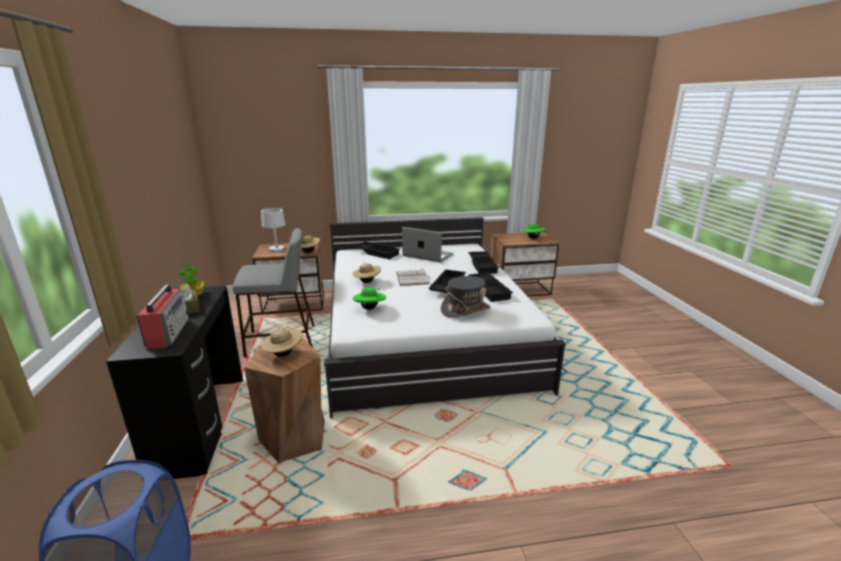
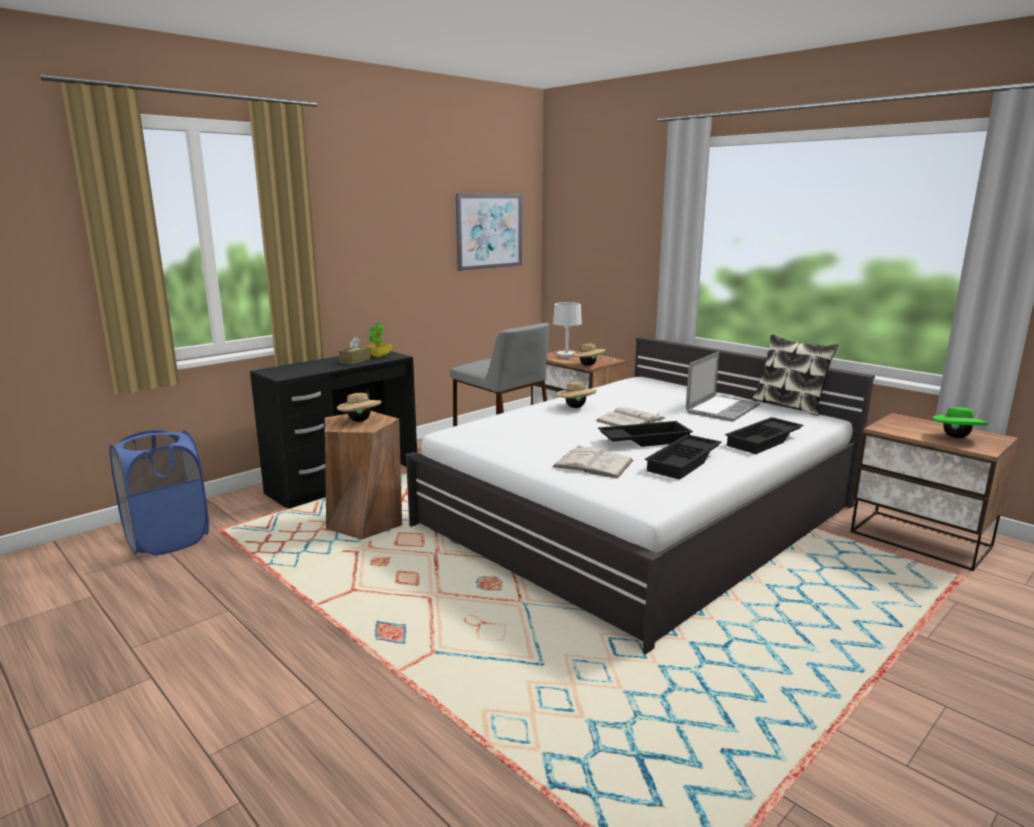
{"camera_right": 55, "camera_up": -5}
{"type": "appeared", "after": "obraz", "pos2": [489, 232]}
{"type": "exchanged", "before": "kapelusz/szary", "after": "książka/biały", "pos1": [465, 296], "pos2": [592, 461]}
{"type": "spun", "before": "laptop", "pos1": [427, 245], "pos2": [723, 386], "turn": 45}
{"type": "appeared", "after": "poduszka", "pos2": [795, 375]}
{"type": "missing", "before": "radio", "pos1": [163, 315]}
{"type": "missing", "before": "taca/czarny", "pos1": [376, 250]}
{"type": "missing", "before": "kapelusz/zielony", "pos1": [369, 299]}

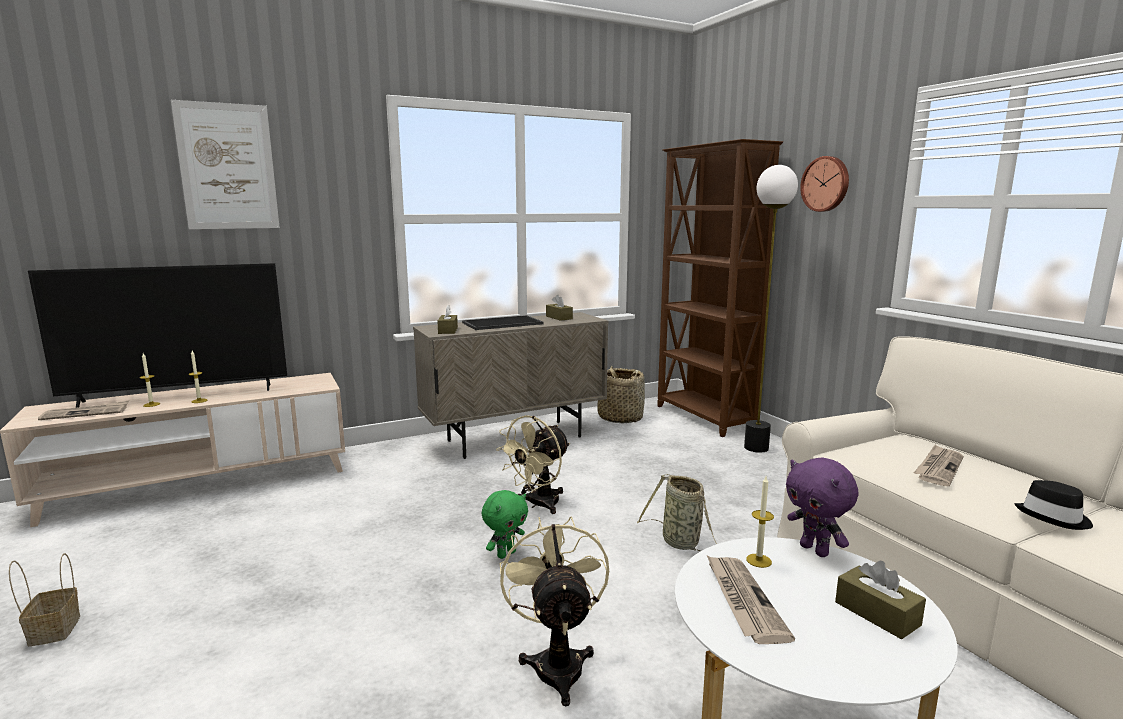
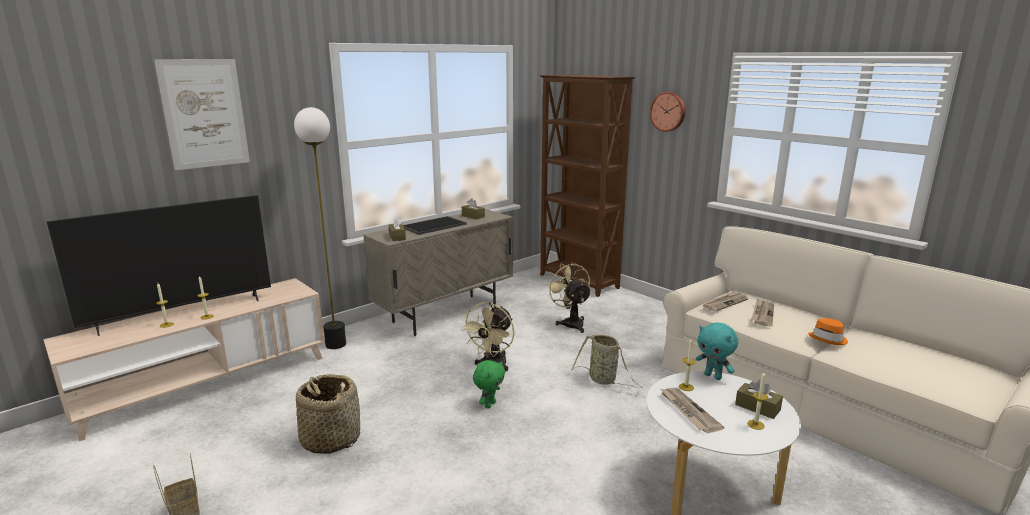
{"camera_right": -15, "camera_up": 5}
{"type": "relocated", "before": "lampa stojąca", "pos1": [771, 309], "pos2": [320, 228]}
{"type": "relocated", "before": "koszyk", "pos1": [621, 395], "pos2": [328, 414]}
{"type": "relocated", "before": "wentylator/beżowy", "pos1": [554, 611], "pos2": [568, 297]}
{"type": "colour", "before": "pluszak/fioletowy", "after": "pluszak/turkusowy", "pos1": [822, 507], "pos2": [717, 351]}
{"type": "relocated", "before": "gazeta", "pos1": [83, 410], "pos2": [725, 300]}
{"type": "appeared", "after": "świeca", "pos2": [757, 401]}
{"type": "colour", "before": "kapelusz/czarny", "after": "kapelusz/pomarańczowy", "pos1": [1053, 505], "pos2": [828, 331]}

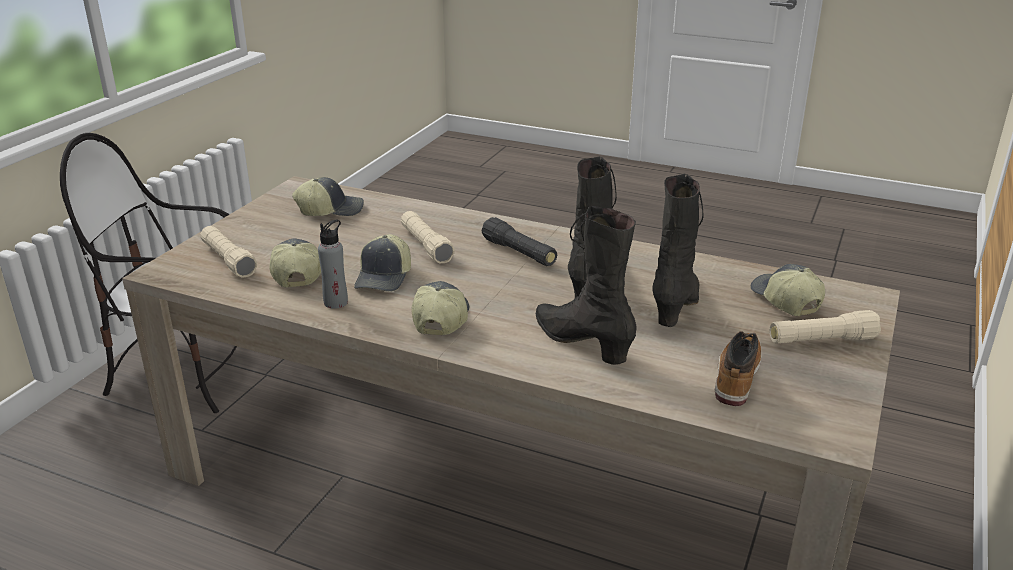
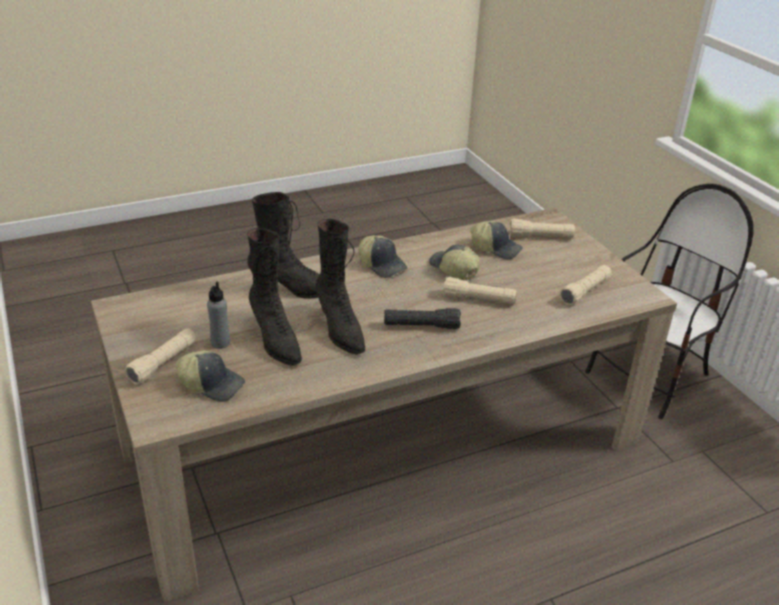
{"camera_right": 130, "camera_up": 5}
{"type": "relocated", "before": "butelka/szary", "pos1": [333, 264], "pos2": [218, 315]}
{"type": "exchanged", "before": "czapka z daszkiem", "after": "latarka/beżowy", "pos1": [328, 196], "pos2": [585, 285]}
{"type": "missing", "before": "but z cholewką", "pos1": [738, 368]}

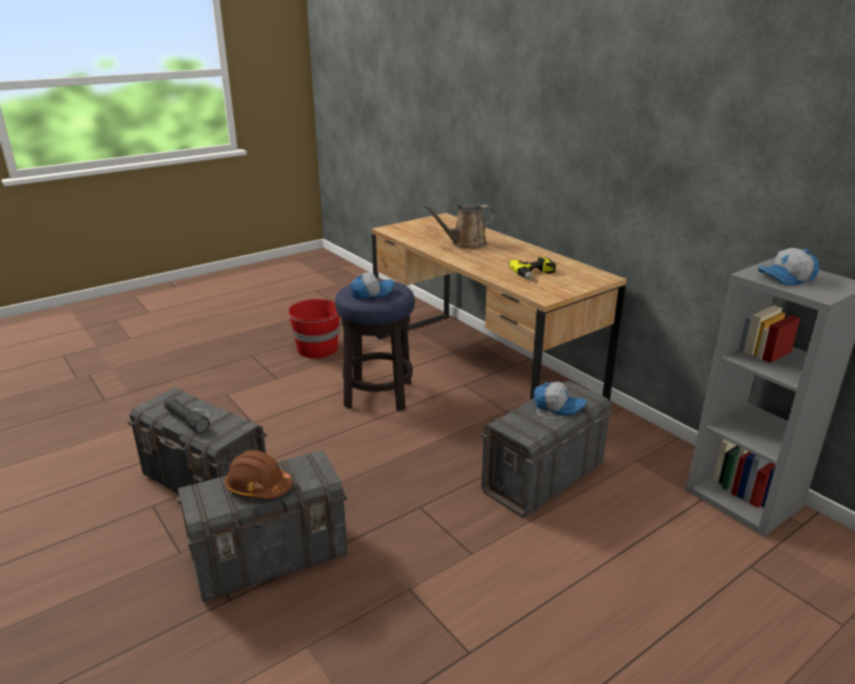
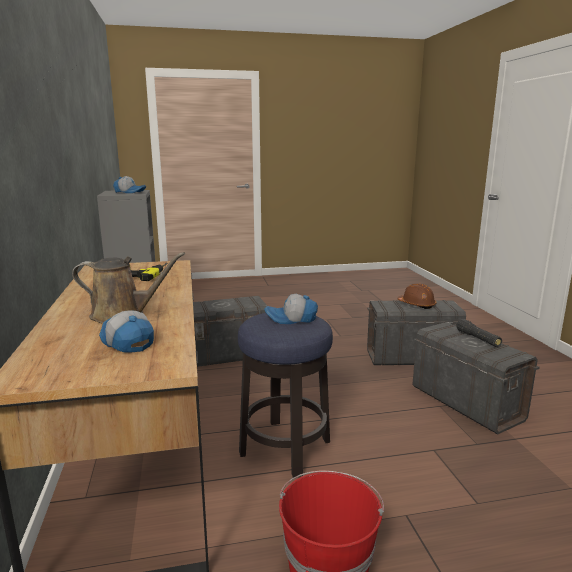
{"camera_right": -155, "camera_up": -10}
{"type": "relocated", "before": "czapka z daszkiem", "pos1": [560, 399], "pos2": [126, 331]}

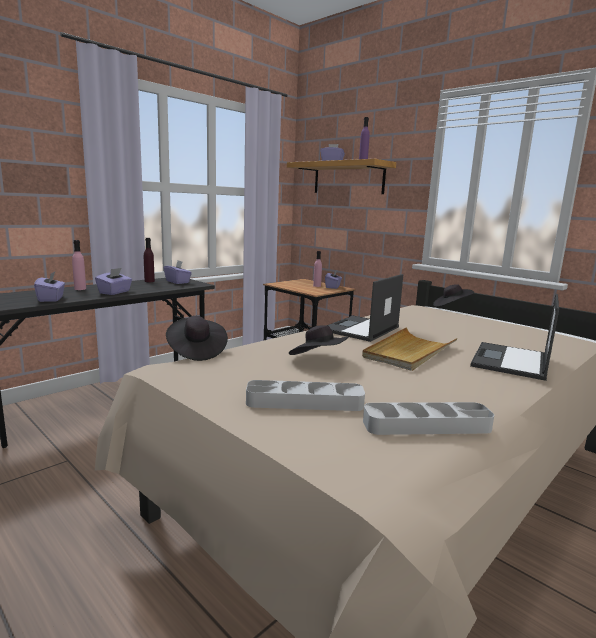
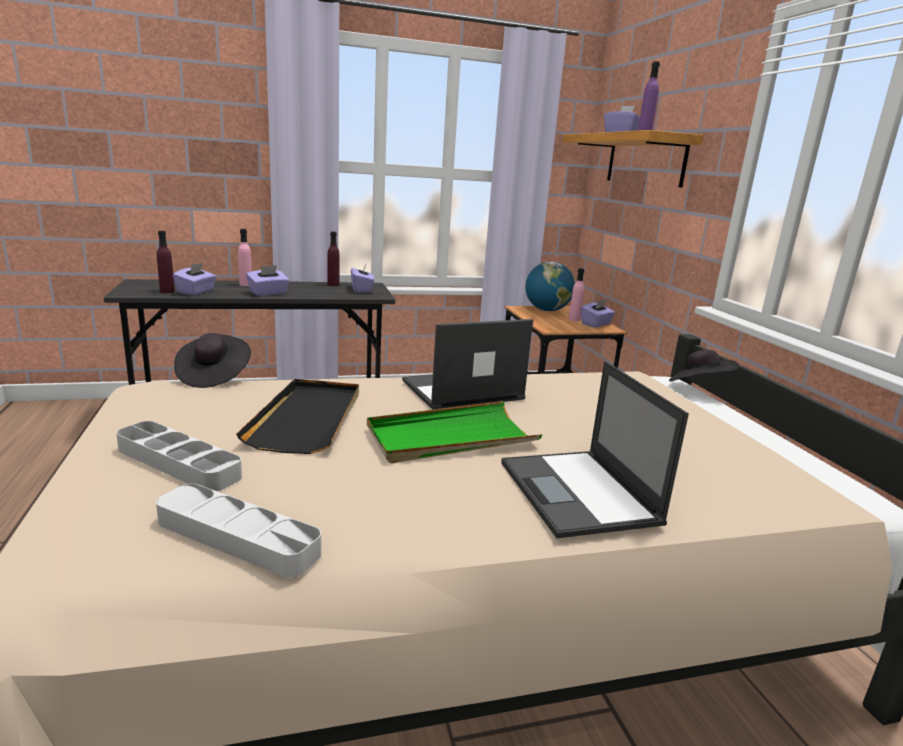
{"camera_right": 30, "camera_up": 5}
{"type": "appeared", "after": "butelka/fioletowy", "pos2": [166, 262]}
{"type": "exchanged", "before": "kapelusz/czarny", "after": "taca/czarny", "pos1": [318, 340], "pos2": [297, 416]}
{"type": "colour", "before": "taca/beżowy", "after": "taca/zielony", "pos1": [410, 349], "pos2": [454, 432]}
{"type": "spun", "before": "laptop", "pos1": [514, 337], "pos2": [595, 449], "turn": -75}
{"type": "appeared", "after": "globus", "pos2": [550, 286]}

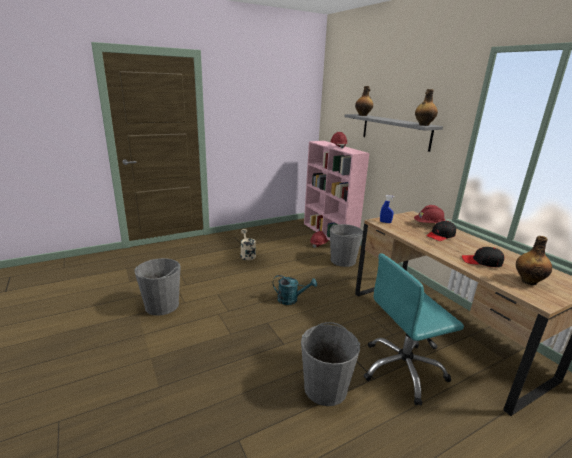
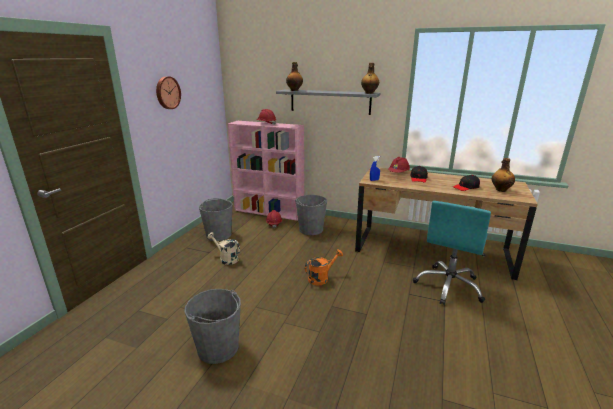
{"camera_right": -40, "camera_up": 0}
{"type": "appeared", "after": "zegar ścienny", "pos2": [168, 92]}
{"type": "relocated", "before": "wiadro/szary", "pos1": [330, 364], "pos2": [216, 219]}
{"type": "colour", "before": "konewka/turkusowy", "after": "konewka/pomarańczowy", "pos1": [295, 290], "pos2": [324, 267]}

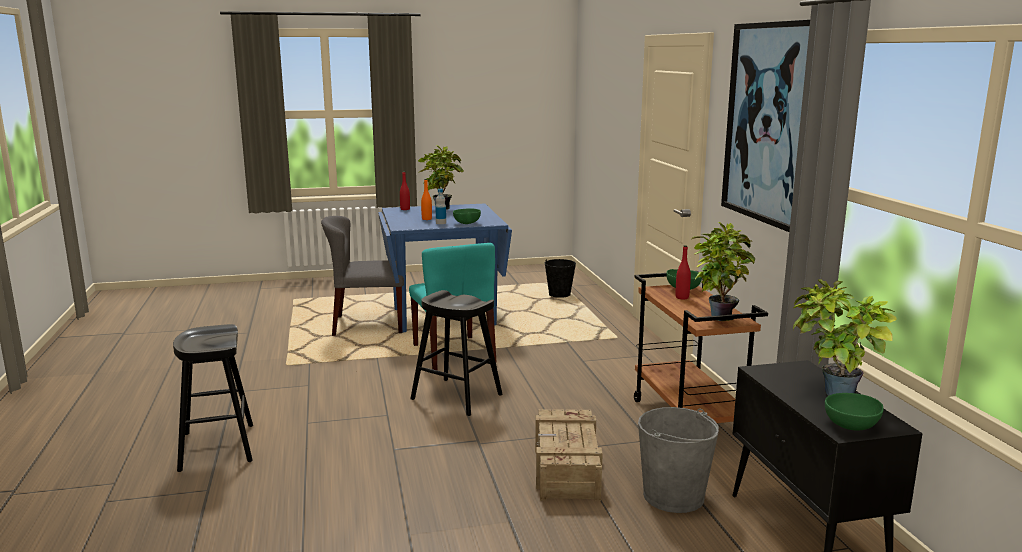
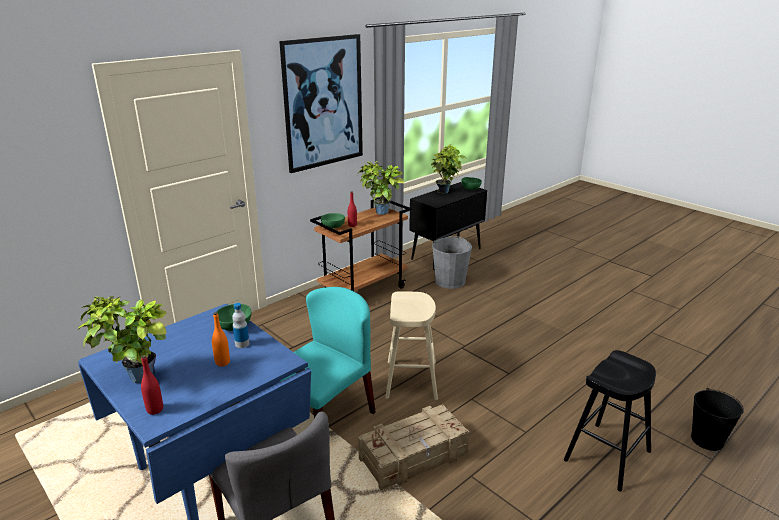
{"camera_right": -120, "camera_up": 10}
{"type": "relocated", "before": "skrzynka", "pos1": [569, 455], "pos2": [414, 447]}
{"type": "colour", "before": "stołek/czarny", "after": "stołek/beżowy", "pos1": [456, 353], "pos2": [411, 345]}
{"type": "relocated", "before": "wiadro/czarny", "pos1": [560, 278], "pos2": [717, 419]}

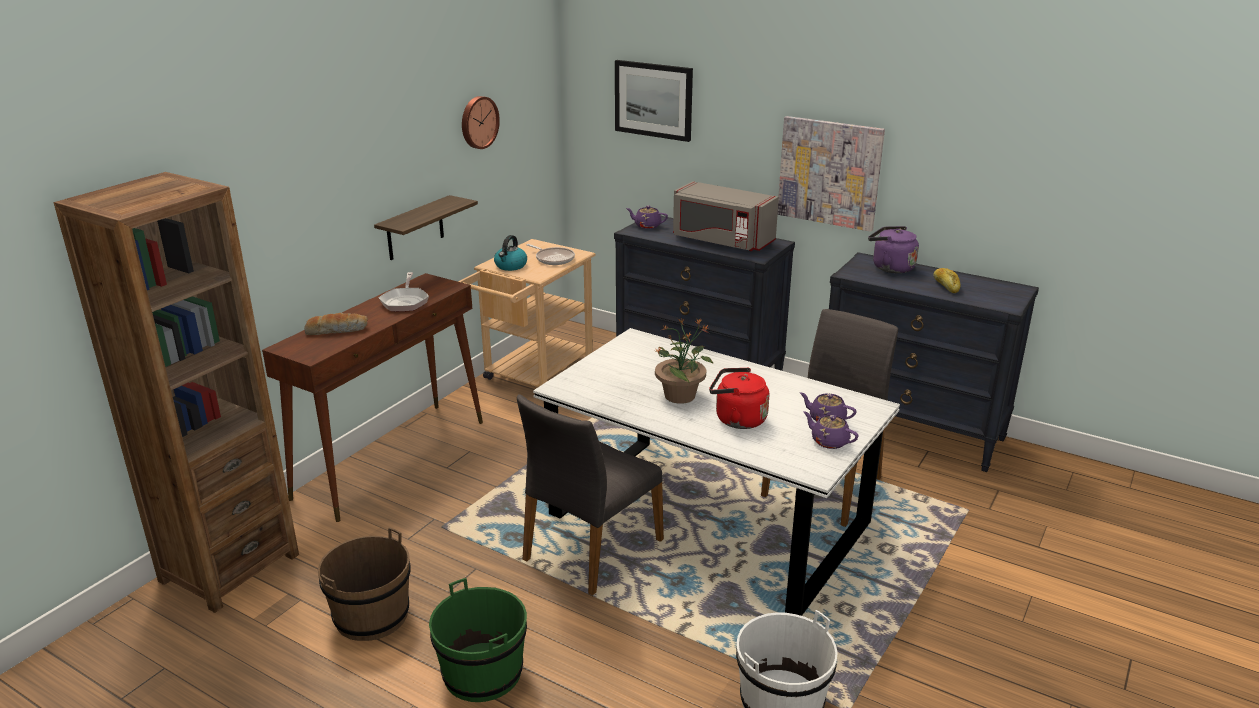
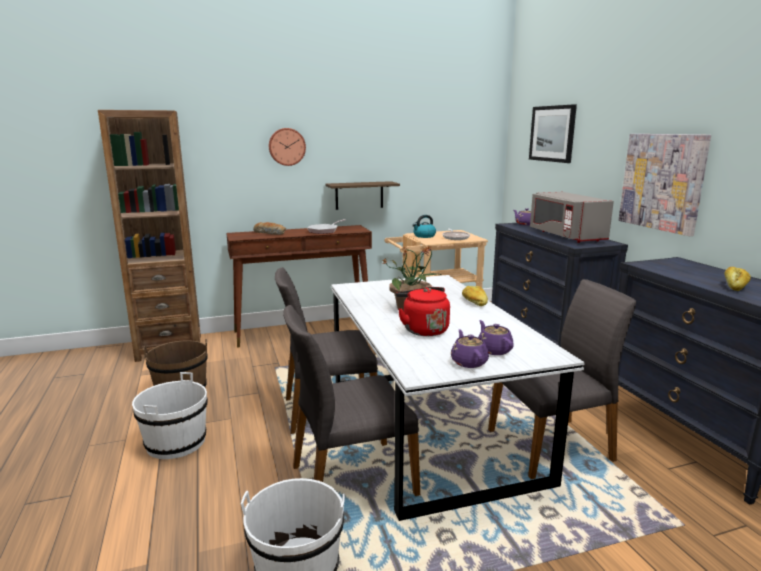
{"camera_right": 40, "camera_up": -10}
{"type": "colour", "before": "wiadro/zielony", "after": "wiadro/biały", "pos1": [478, 640], "pos2": [170, 415]}
{"type": "relocated", "before": "zegar ścienny", "pos1": [481, 122], "pos2": [287, 147]}
{"type": "appeared", "after": "krzesło/szary", "pos2": [351, 400]}
{"type": "appeared", "after": "chleb", "pos2": [475, 296]}
{"type": "missing", "before": "czajnik/fioletowy", "pos1": [893, 249]}

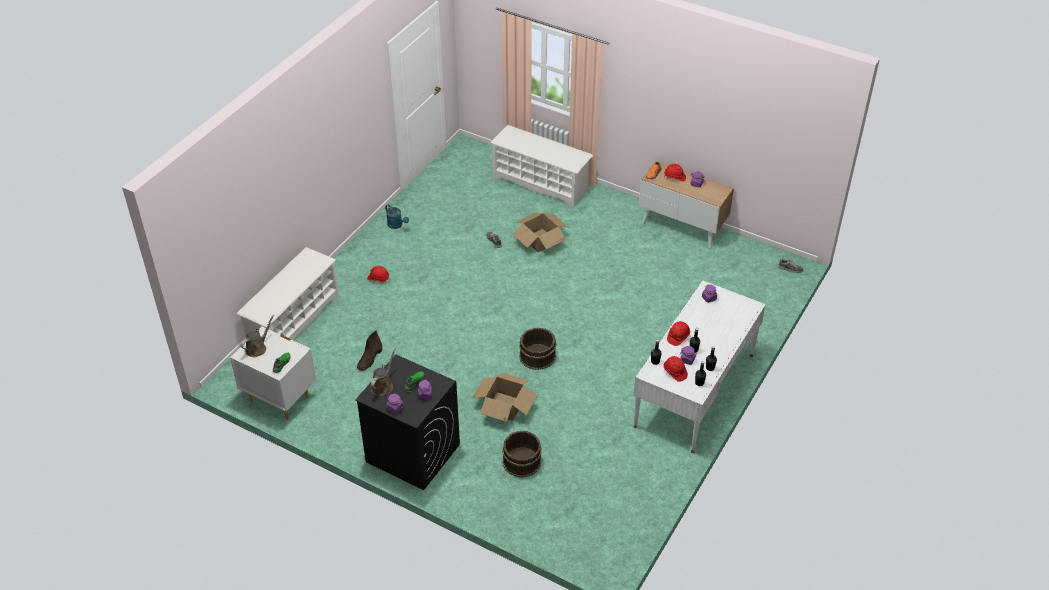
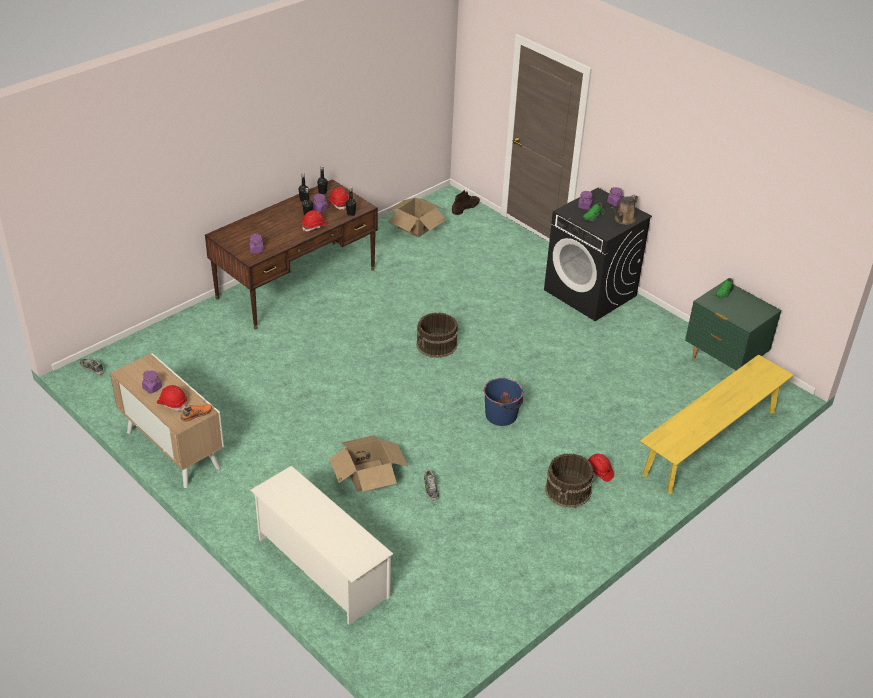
{"camera_right": -165, "camera_up": -5}
{"type": "colour", "before": "biurko/biały", "after": "biurko/brązowy", "pos1": [700, 366], "pos2": [291, 254]}
{"type": "relocated", "before": "karton", "pos1": [504, 397], "pos2": [417, 218]}
{"type": "relocated", "before": "but z cholewką/brązowy", "pos1": [369, 351], "pos2": [466, 202]}
{"type": "appeared", "after": "wiadro/niebieski", "pos2": [503, 402]}
{"type": "relocated", "before": "wiadro/brązowy", "pos1": [522, 454], "pos2": [569, 480]}
{"type": "exchanged", "before": "regał na buty/biały", "after": "ławka/żółty", "pos1": [288, 293], "pos2": [717, 424]}
{"type": "colour", "before": "szafka nocna/biały", "after": "szafka nocna/zielony", "pos1": [273, 373], "pos2": [733, 327]}
{"type": "missing", "before": "konewka/brązowy", "pos1": [257, 336]}
{"type": "missing", "before": "konewka/turkusowy", "pos1": [397, 216]}

